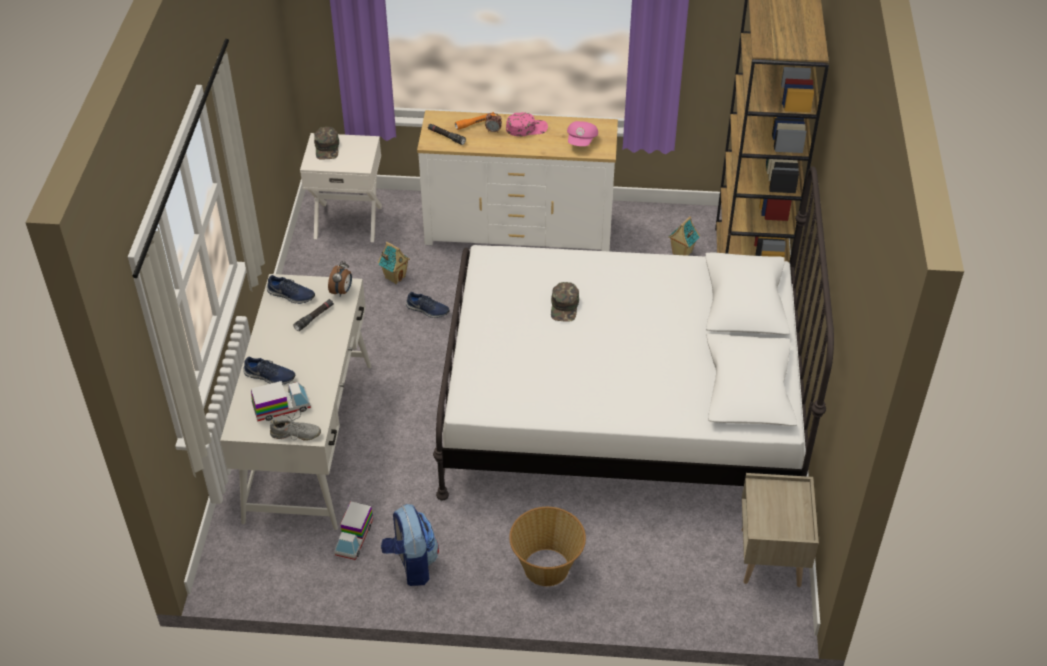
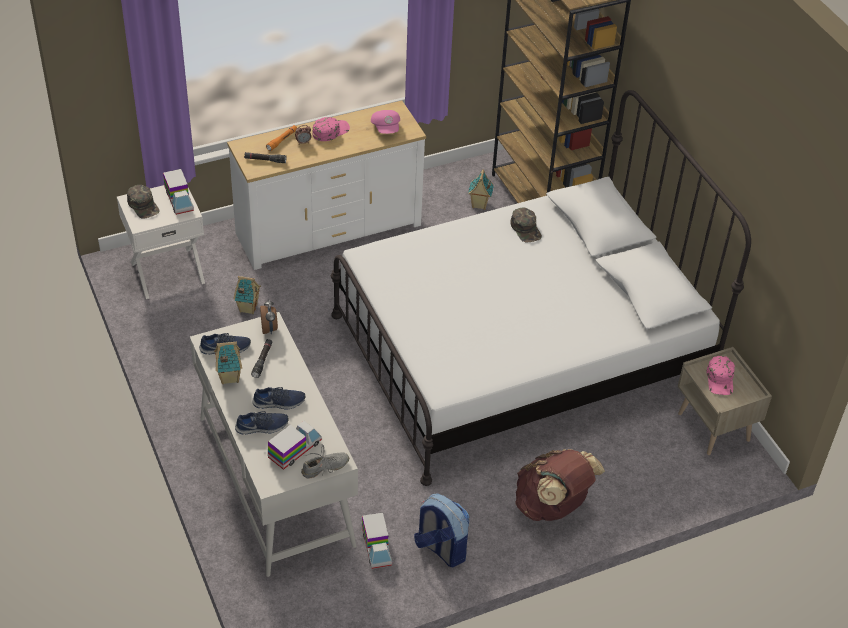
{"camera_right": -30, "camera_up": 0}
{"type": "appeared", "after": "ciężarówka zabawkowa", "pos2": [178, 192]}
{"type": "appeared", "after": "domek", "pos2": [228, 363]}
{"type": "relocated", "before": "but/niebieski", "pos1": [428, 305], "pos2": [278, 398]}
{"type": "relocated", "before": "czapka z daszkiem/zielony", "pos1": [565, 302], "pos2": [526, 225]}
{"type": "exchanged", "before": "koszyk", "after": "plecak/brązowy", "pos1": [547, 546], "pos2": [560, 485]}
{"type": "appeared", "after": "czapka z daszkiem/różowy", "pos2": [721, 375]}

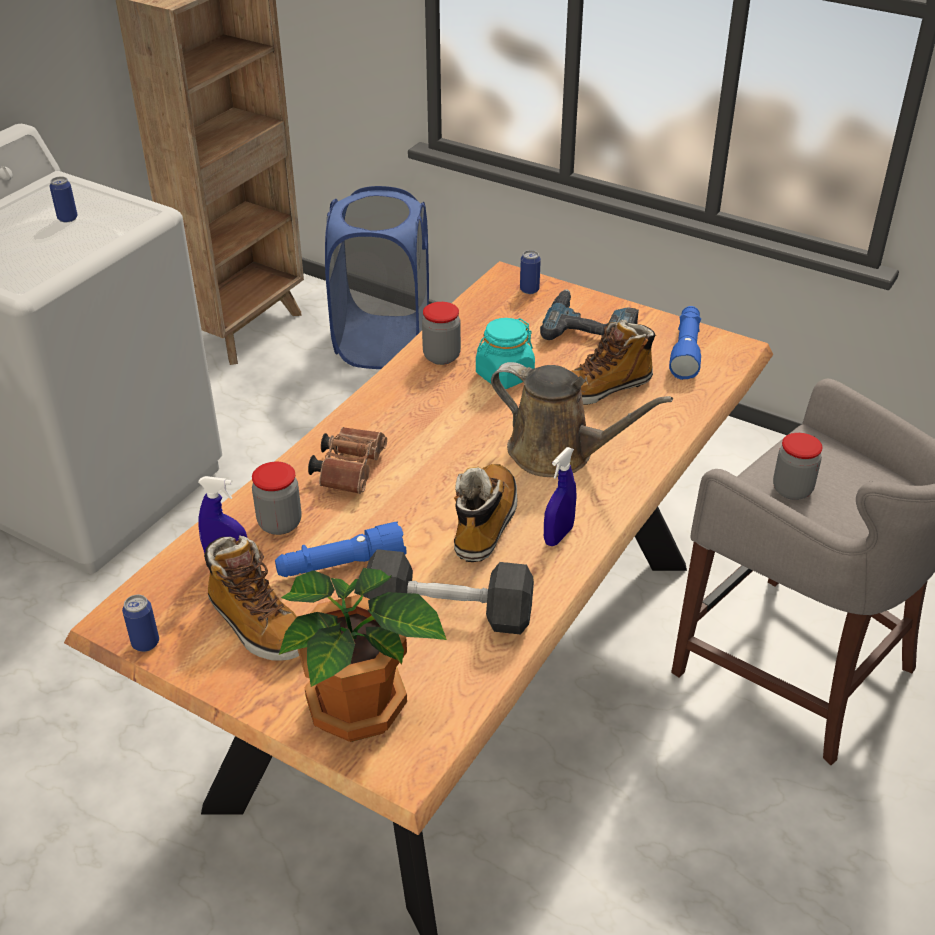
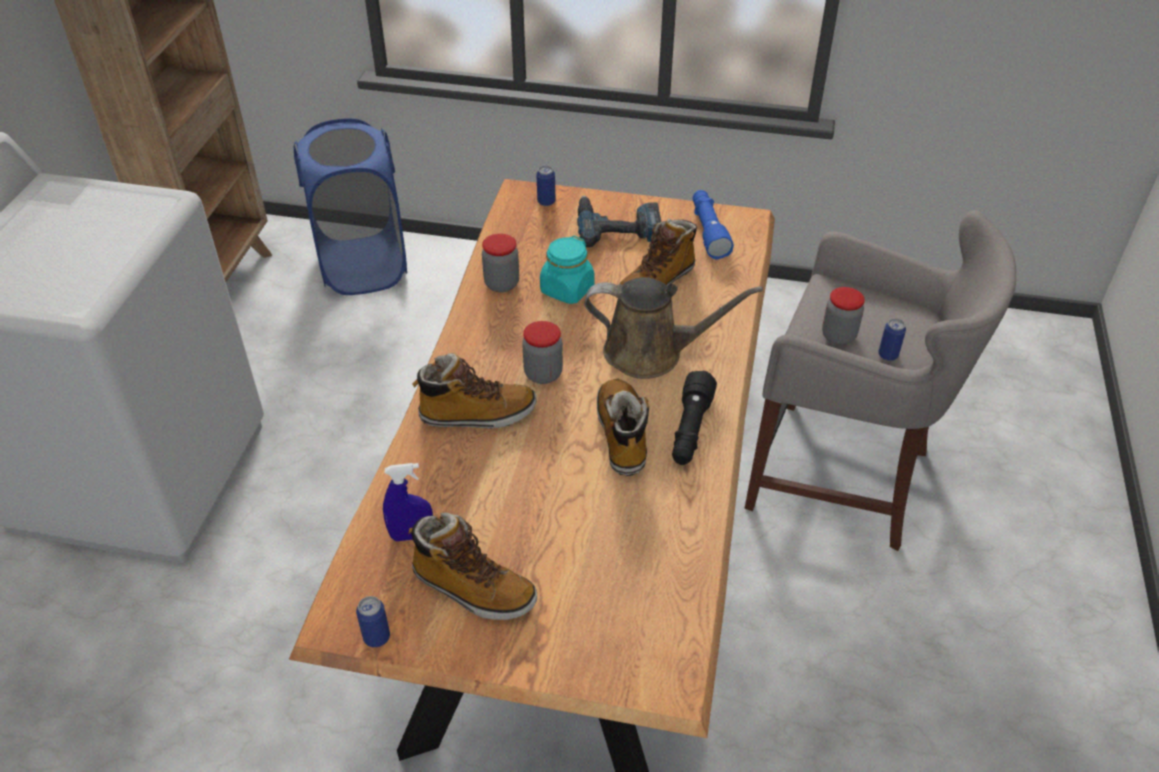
{"camera_right": -20, "camera_up": 5}
{"type": "exchanged", "before": "lornetka/brązowy", "after": "but z cholewką", "pos1": [347, 460], "pos2": [474, 391]}
{"type": "relocated", "before": "słoik", "pos1": [277, 498], "pos2": [542, 352]}
{"type": "exchanged", "before": "spryskiwacz/niebieski", "after": "latarka/czarny", "pos1": [560, 496], "pos2": [694, 418]}
{"type": "relocated", "before": "puszka", "pos1": [64, 199], "pos2": [892, 339]}
{"type": "missing", "before": "latarka/niebieski", "pos1": [340, 549]}
{"type": "missing", "before": "roślina doniczkowa", "pos1": [363, 655]}
{"type": "missing", "before": "hantel/szary", "pos1": [448, 592]}

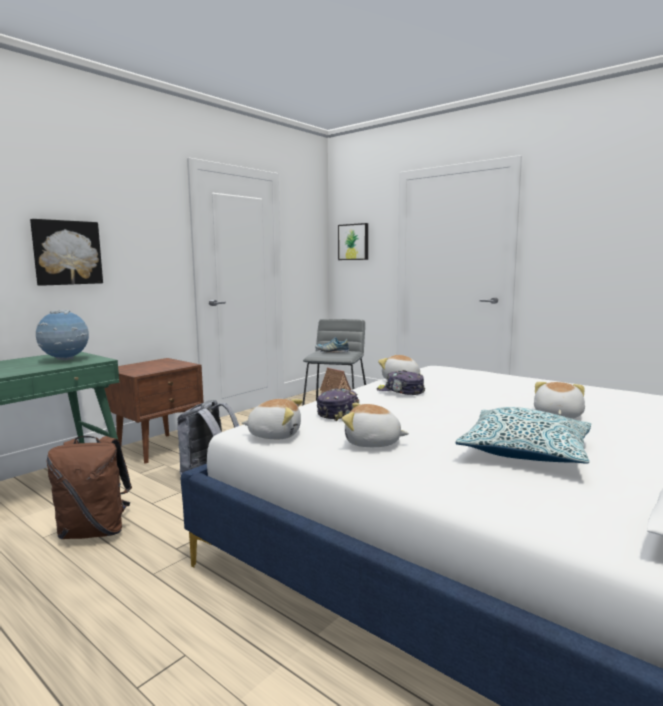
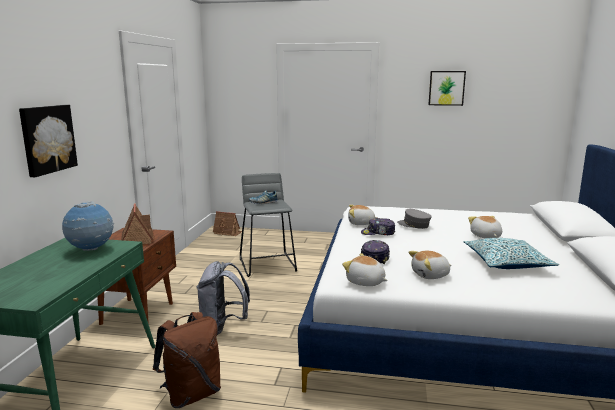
{"camera_right": -30, "camera_up": 5}
{"type": "appeared", "after": "domek", "pos2": [138, 223]}
{"type": "spun", "before": "pluszak", "pos1": [272, 419], "pos2": [365, 269], "turn": -120}
{"type": "appeared", "after": "czapka z daszkiem/szary", "pos2": [414, 219]}
{"type": "relocated", "before": "obraz", "pos1": [353, 241], "pos2": [447, 88]}

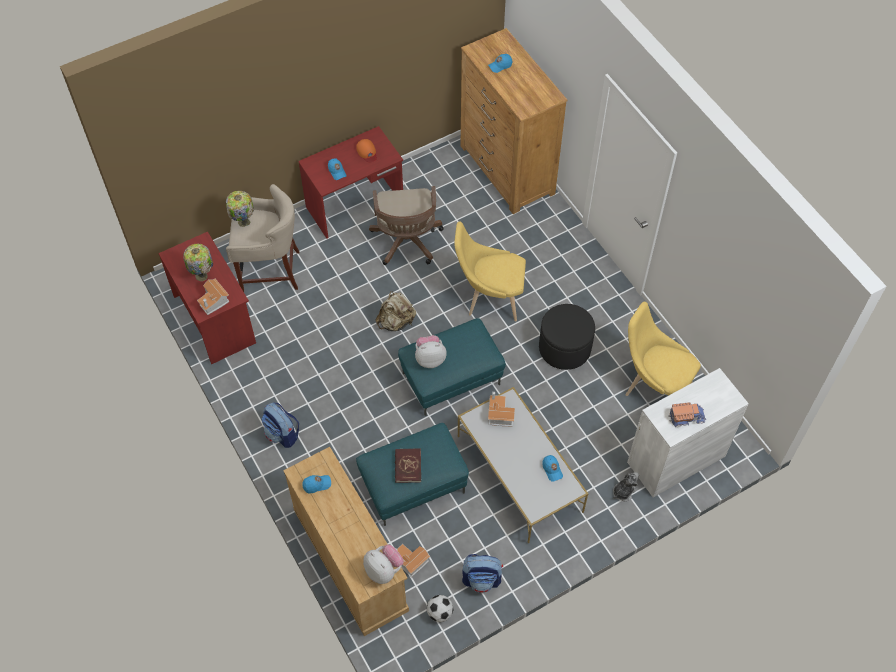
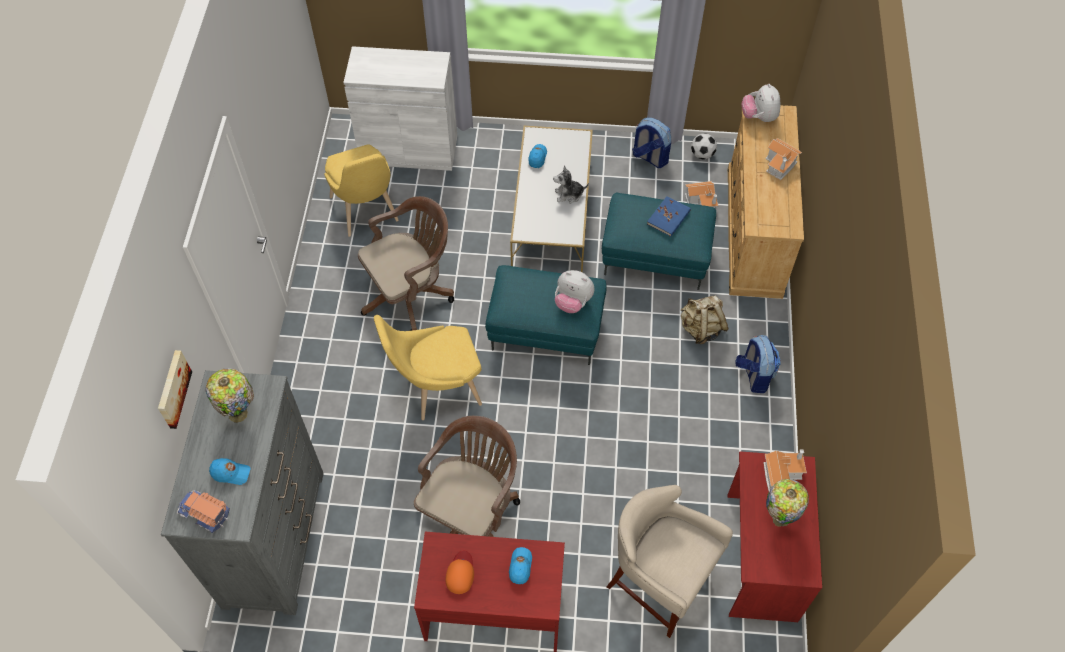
{"camera_right": -145, "camera_up": 0}
{"type": "appeared", "after": "obraz", "pos2": [175, 389]}
{"type": "colour", "before": "komoda/brązowy", "after": "komoda/szary", "pos1": [514, 121], "pos2": [242, 492]}
{"type": "relocated", "before": "ciężarówka zabawkowa", "pos1": [687, 414], "pos2": [203, 511]}
{"type": "relocated", "before": "lampa stołowa", "pos1": [240, 209], "pos2": [230, 395]}
{"type": "exchanged", "before": "pufa/czarny", "after": "krzesło biurowe/brązowy", "pos1": [567, 337], "pos2": [406, 263]}
{"type": "spun", "before": "krzesło/żółty", "pos1": [490, 271], "pos2": [428, 367], "turn": 120}
{"type": "relocated", "before": "pluszak", "pos1": [626, 486], "pos2": [571, 184]}
{"type": "colour", "before": "książka/czerwony", "after": "książka/niebieski", "pos1": [408, 465], "pos2": [669, 216]}
{"type": "relocated", "before": "plecak/beżowy", "pos1": [395, 311], "pos2": [704, 320]}
{"type": "relocated", "before": "domek", "pos1": [501, 409], "pos2": [783, 159]}
{"type": "missing", "before": "czapka z daszkiem/niebieski", "pos1": [317, 484]}

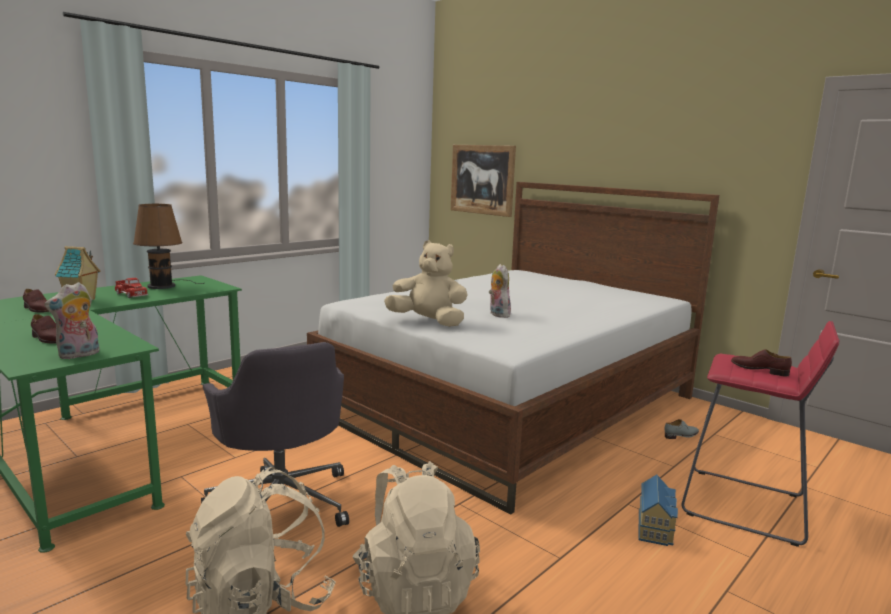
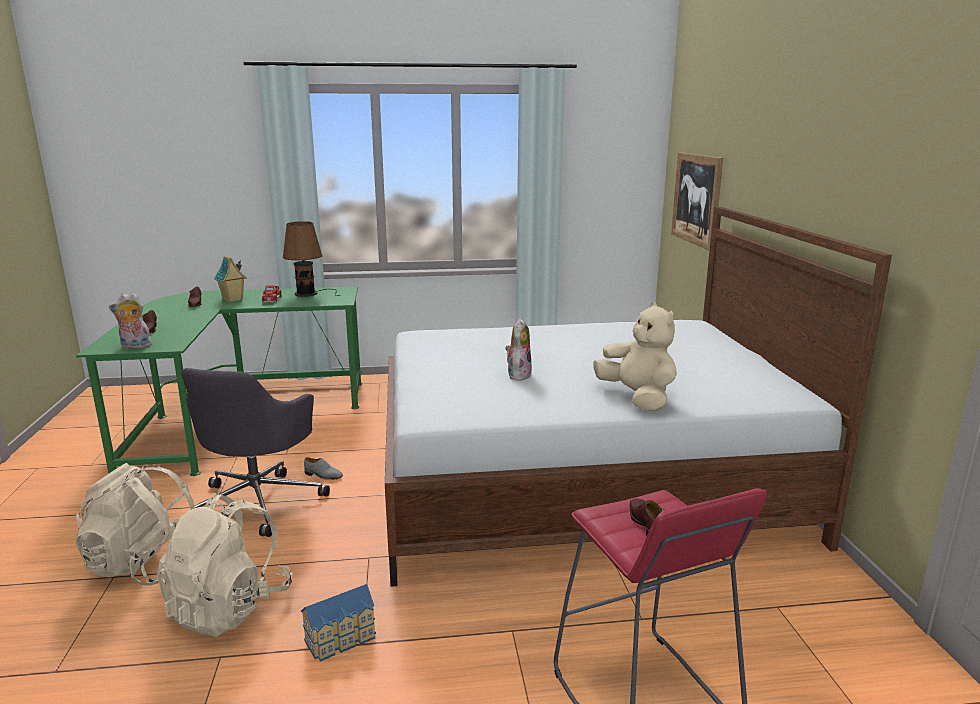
{"camera_right": 40, "camera_up": 5}
{"type": "relocated", "before": "domek", "pos1": [658, 510], "pos2": [338, 623]}
{"type": "relocated", "before": "but/szary", "pos1": [681, 429], "pos2": [323, 468]}
{"type": "relocated", "before": "pluszak/beżowy", "pos1": [426, 283], "pos2": [635, 356]}

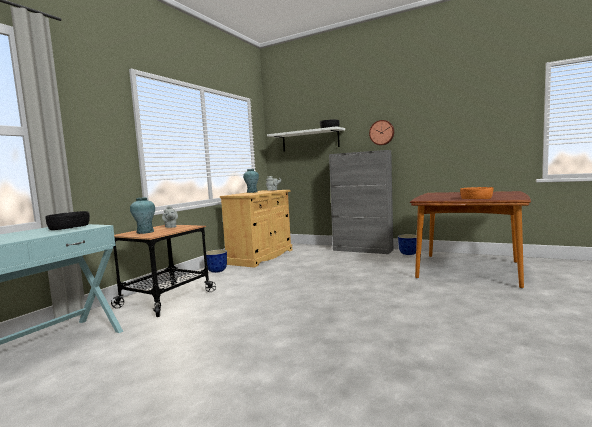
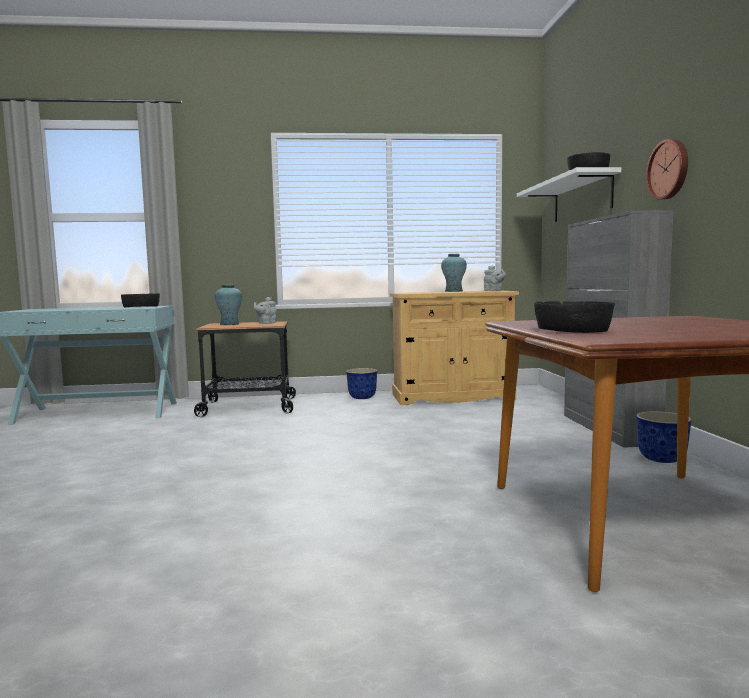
{"camera_right": 55, "camera_up": 0}
{"type": "colour", "before": "miska/pomarańczowy", "after": "miska/czarny", "pos1": [477, 193], "pos2": [574, 317]}

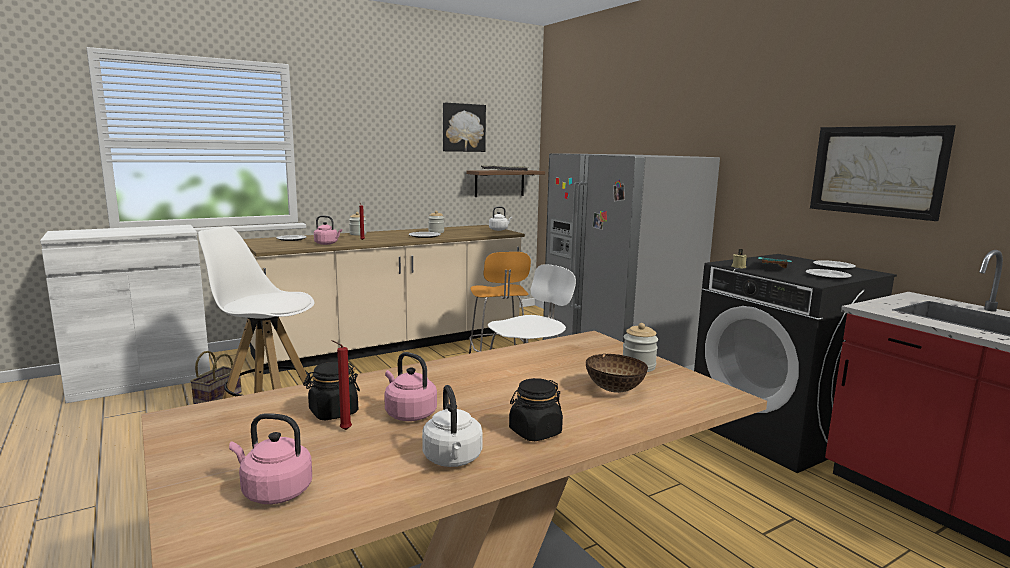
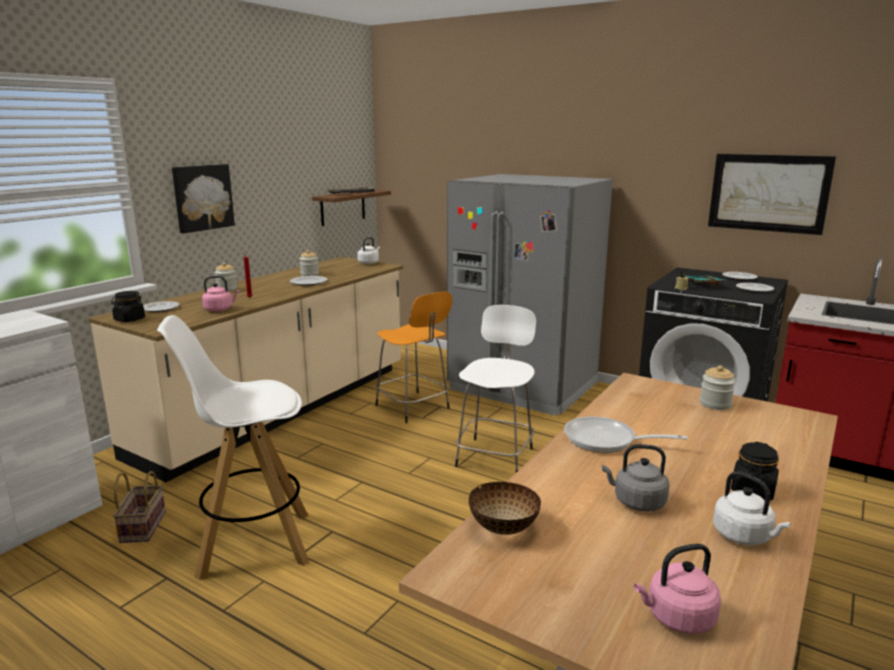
{"camera_right": -25, "camera_up": 5}
{"type": "relocated", "before": "słoik/czarny", "pos1": [331, 391], "pos2": [128, 306]}
{"type": "relocated", "before": "obraz", "pos1": [464, 127], "pos2": [203, 198]}
{"type": "relocated", "before": "miska", "pos1": [617, 373], "pos2": [505, 508]}
{"type": "appeared", "after": "patelnia", "pos2": [626, 434]}
{"type": "colour", "before": "czajnik/różowy", "after": "czajnik/szary", "pos1": [410, 386], "pos2": [635, 478]}
{"type": "missing", "before": "świeca/czerwony", "pos1": [342, 385]}

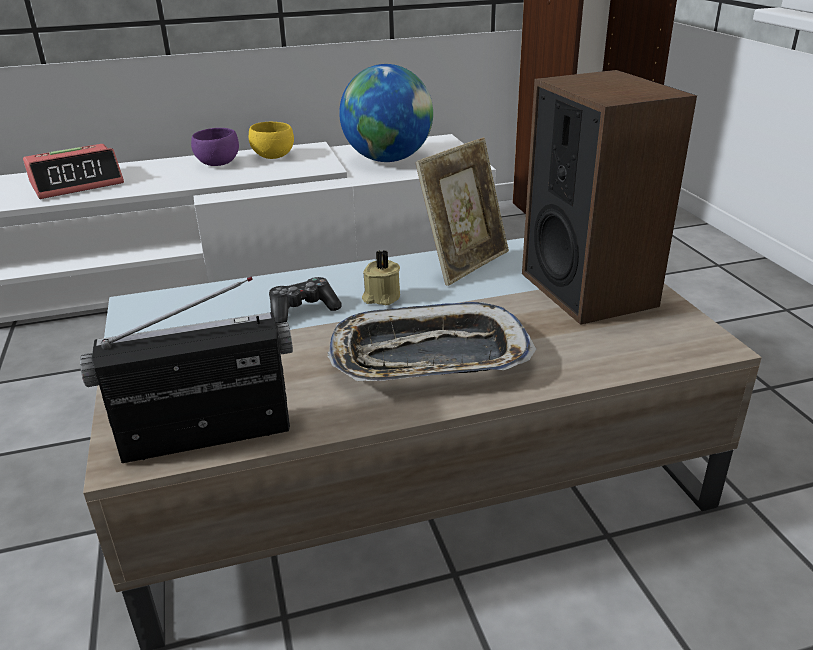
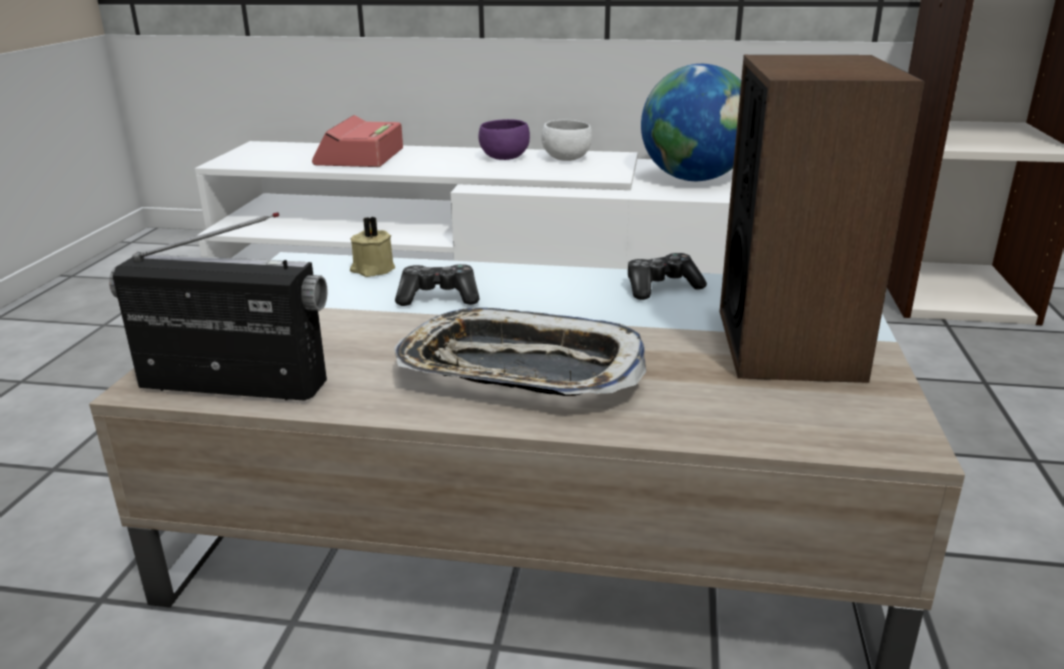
{"camera_right": 25, "camera_up": -5}
{"type": "spun", "before": "budzik", "pos1": [73, 171], "pos2": [357, 141], "turn": 105}
{"type": "relocated", "before": "świeca/beżowy", "pos1": [381, 277], "pos2": [372, 247]}
{"type": "colour", "before": "miska/żółty", "after": "miska/biały", "pos1": [271, 140], "pos2": [566, 140]}
{"type": "exchanged", "before": "ramka na zdjęcie", "after": "pad do gier", "pos1": [462, 211], "pos2": [667, 276]}

